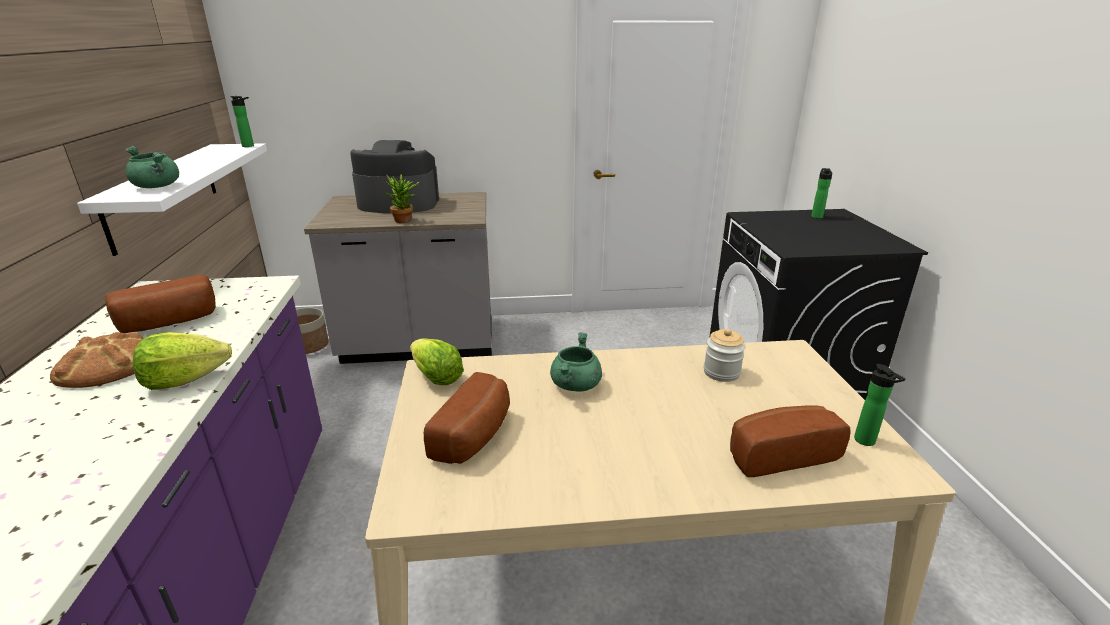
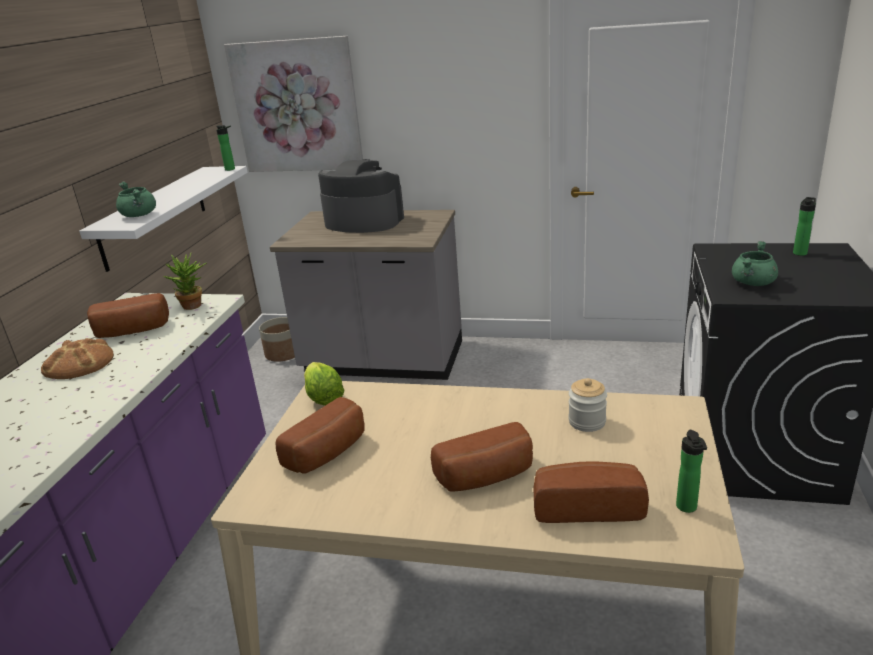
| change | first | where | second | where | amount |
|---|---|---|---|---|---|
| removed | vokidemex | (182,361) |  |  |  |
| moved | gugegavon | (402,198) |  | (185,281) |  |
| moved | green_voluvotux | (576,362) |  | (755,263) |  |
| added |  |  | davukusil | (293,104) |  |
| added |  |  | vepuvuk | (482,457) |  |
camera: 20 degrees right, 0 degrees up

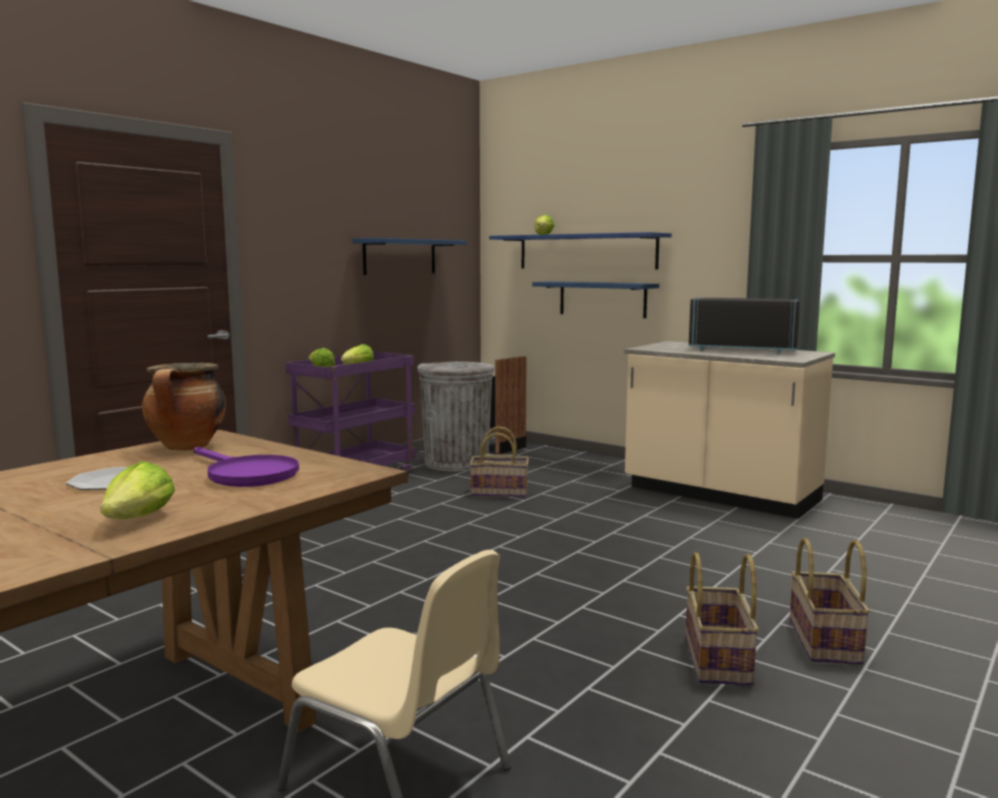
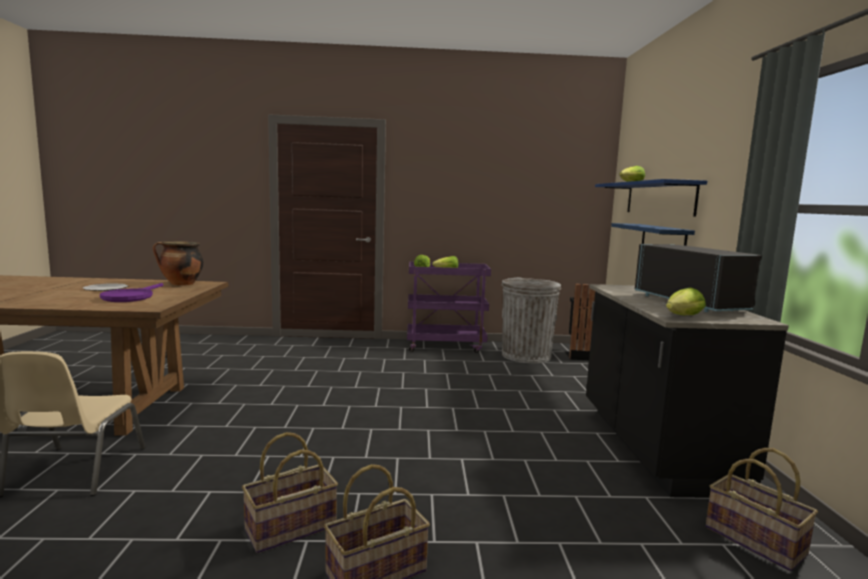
| change | first | where | second | where | amount |
|---|---|---|---|---|---|
| moved | vokidemex | (137,490) |  | (686,301) |  |
| removed | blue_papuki | (410,256) |  |  |  |
| moved | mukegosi | (499,461) |  | (762,509) |  |
| recoloured | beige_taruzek | (729,430) | black_taruzek | (687,391) |  |
camera: 50 degrees right, 0 degrees up

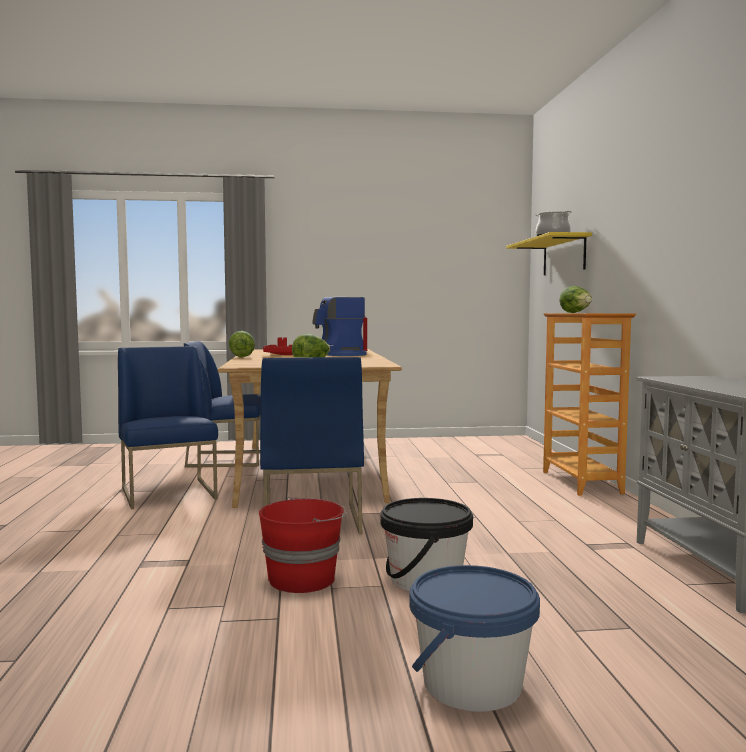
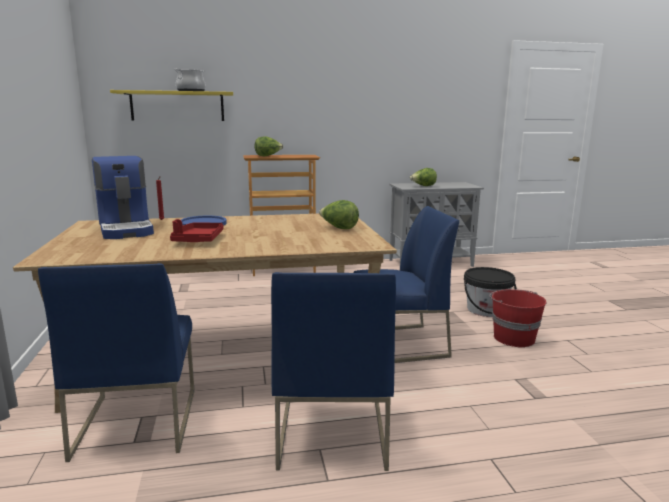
| change | first | where | second | where | amount |
|---|---|---|---|---|---|
| turned | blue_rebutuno | (168,428) |  | (333,371) | 60 degrees counterclockwise |
| moved | vokidemex | (242,344) |  | (423,177) |  |
| removed | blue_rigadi | (474,638) |  |  |  |
camera: 95 degrees left, 10 degrees up

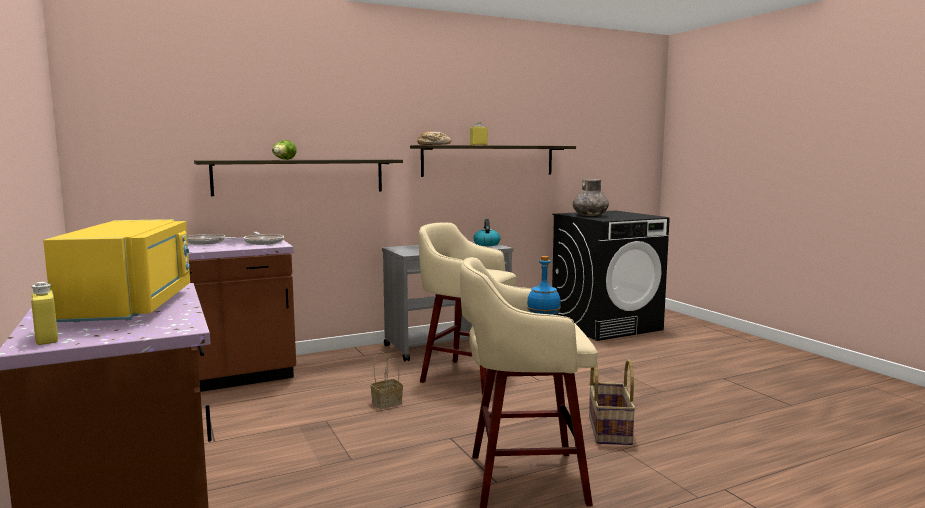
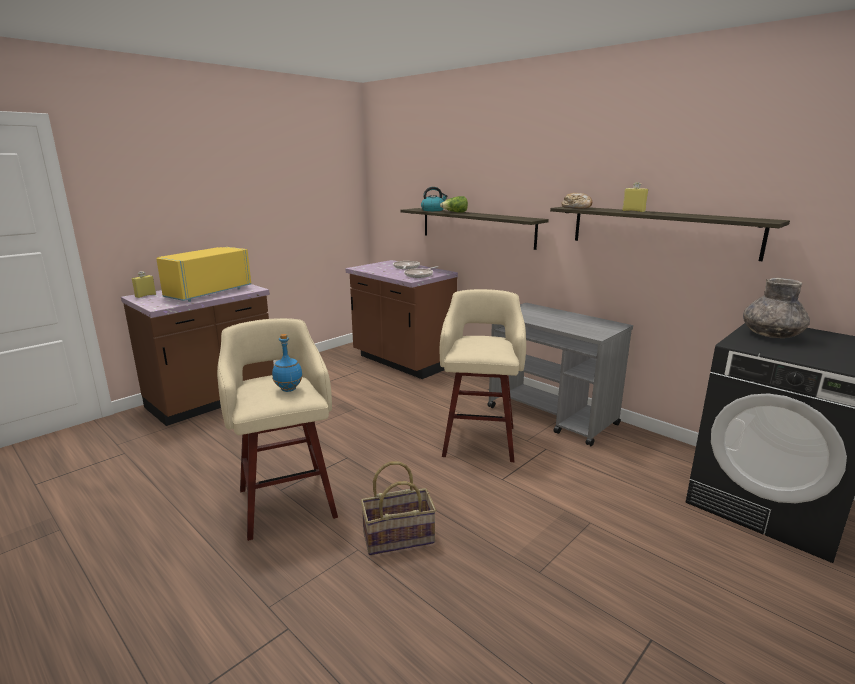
| change | first | where | second | where | amount |
|---|---|---|---|---|---|
| turned | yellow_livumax | (116,270) |  | (203,274) | 150 degrees clockwise |
| removed | mukegosi | (386,380) |  |  |  |
| moved | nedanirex | (486,232) |  | (434,199) |  |
camera: 70 degrees right, 10 degrees up

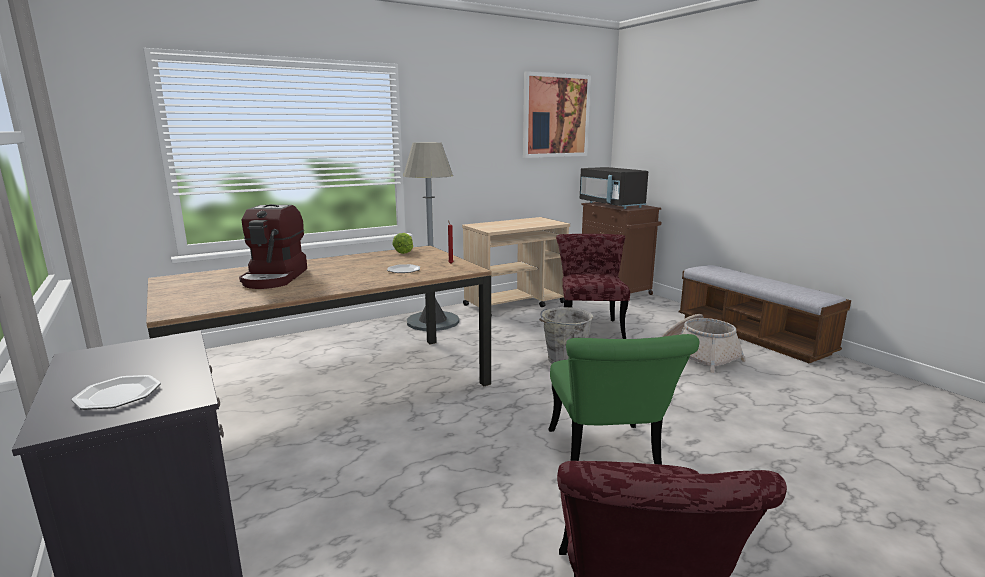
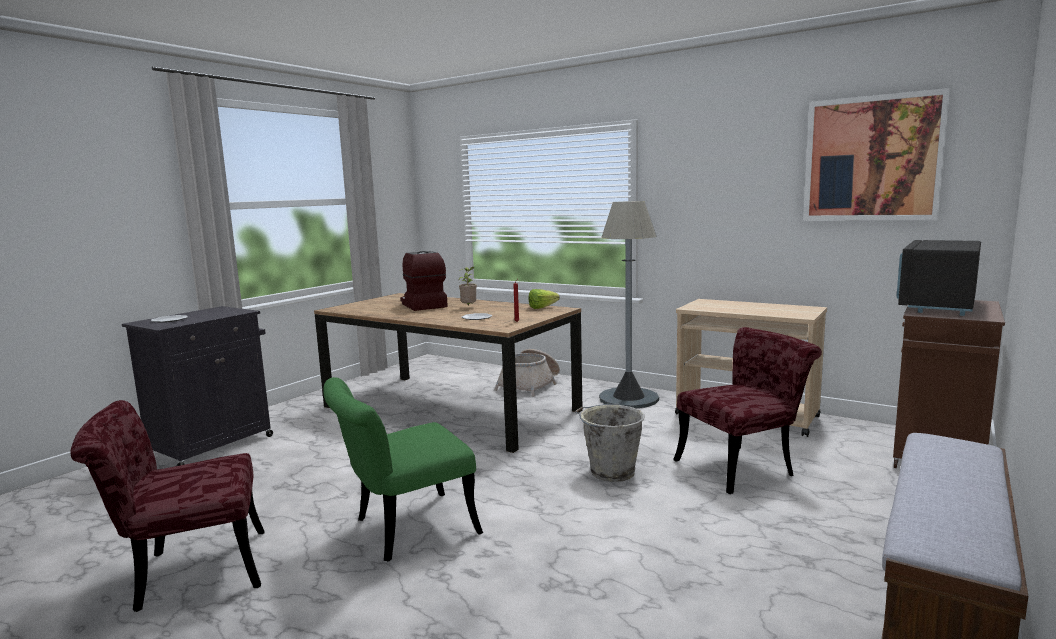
| change | first | where | second | where | amount |
|---|---|---|---|---|---|
| turned | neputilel | (273,246) |  | (424,281) | 90 degrees clockwise |
| moved | mukegosi | (704,343) |  | (527,373) |  |
| added |  |  | gugegavon | (467,286) |  |
camera: 65 degrees right, 5 degrees down

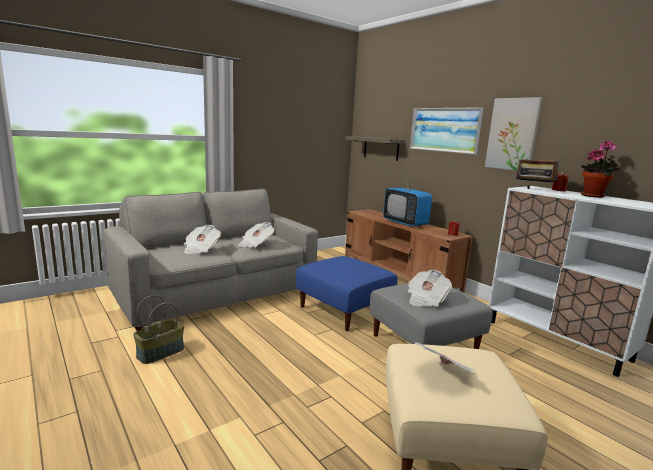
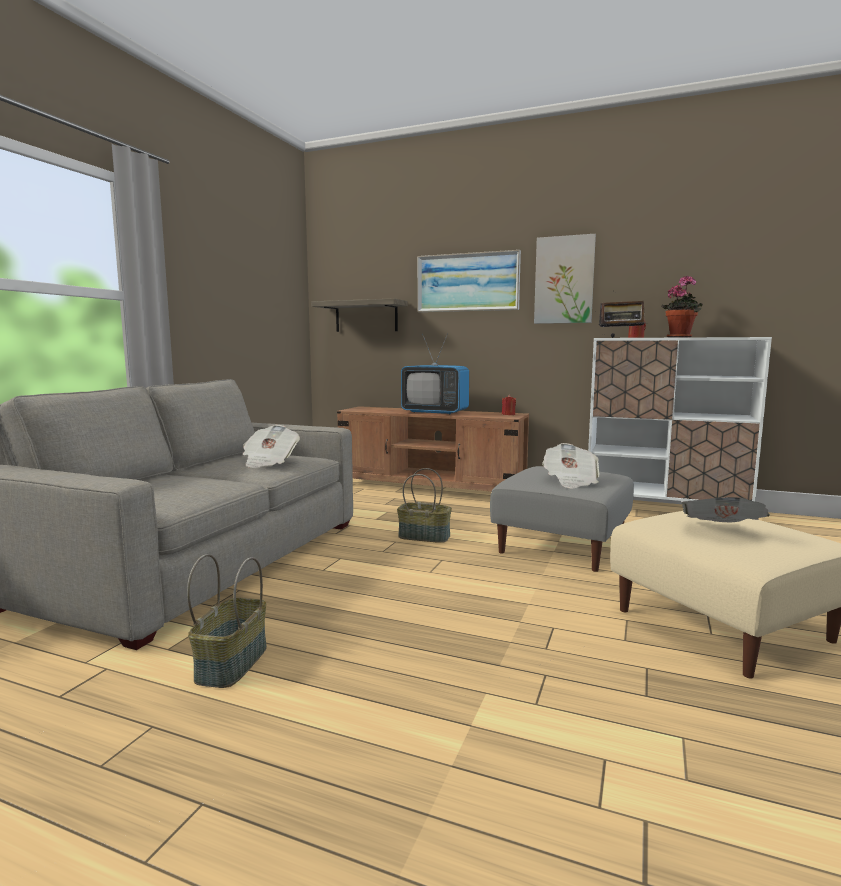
| change | first | where | second | where | amount |
|---|---|---|---|---|---|
| removed | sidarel | (202,239) |  |  |  |
| replaced | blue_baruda | (347,293) | mukegosi | (424,505) |  |
camera: 30 degrees left, 5 degrees down

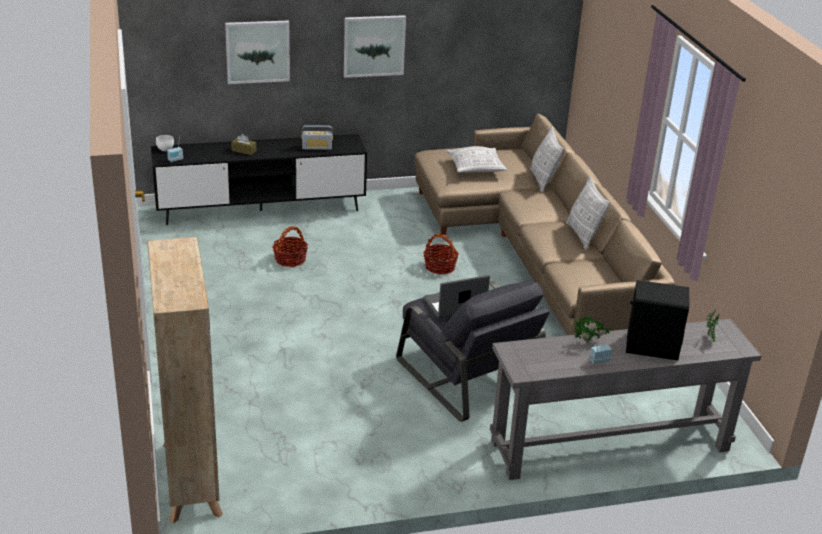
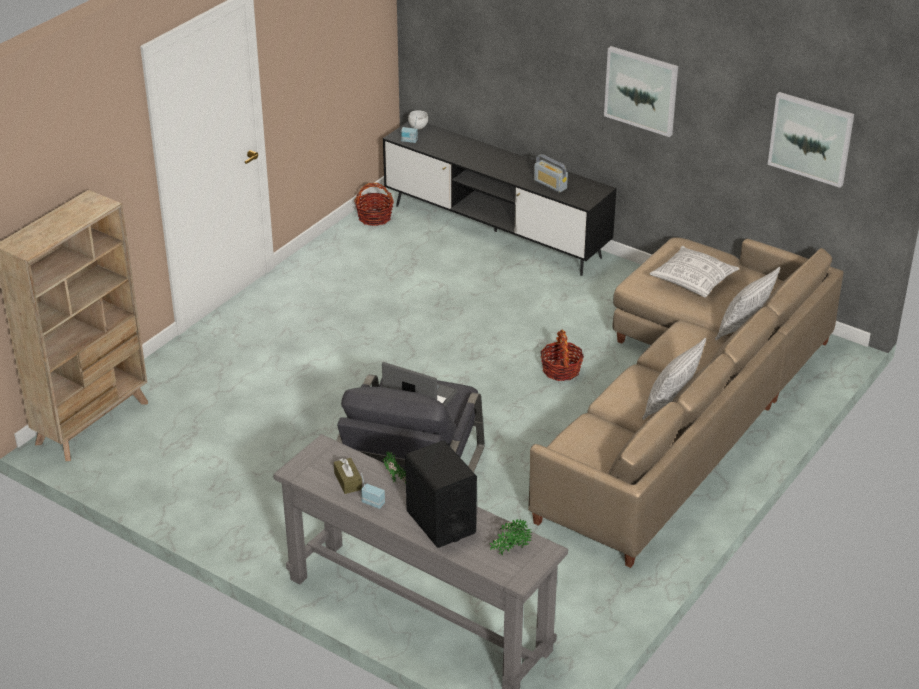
| change | first | where | second | where | amount |
|---|---|---|---|---|---|
| moved | davukusil | (257,52) |  | (811,140) |  |
| moved | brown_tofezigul | (243,144) |  | (348,476) |  |
| moved | mukegosi | (290,246) |  | (374,204) |  |
camera: 50 degrees right, 5 degrees up

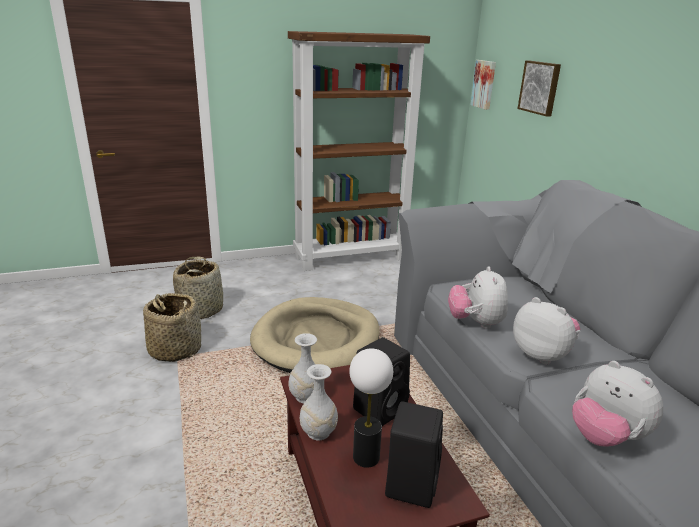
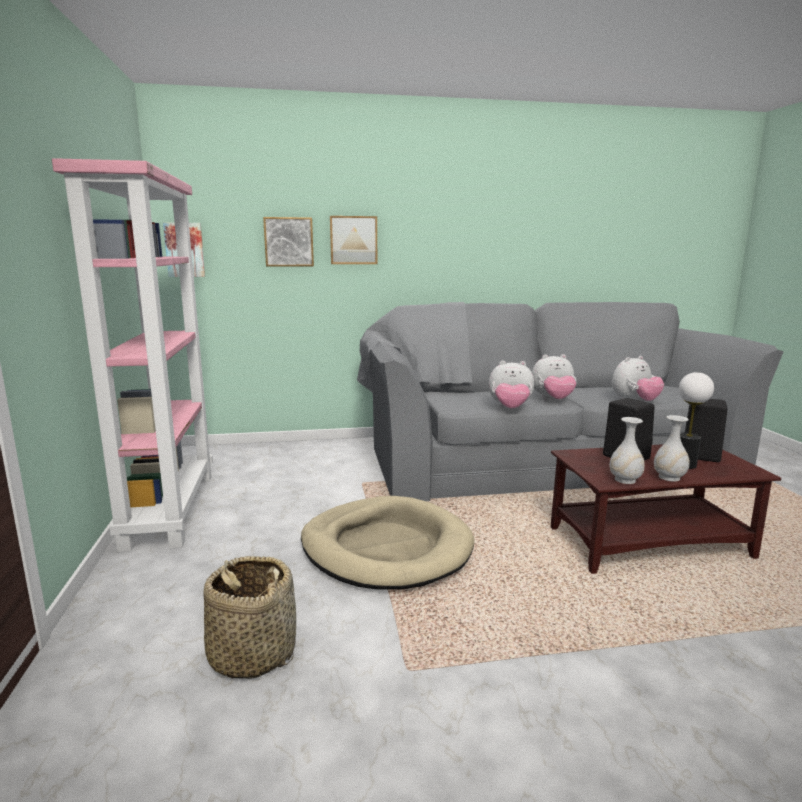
| change | first | where | second | where | amount |
|---|---|---|---|---|---|
| removed | mukegosi | (172,327) |  |  |  |
| recoloured | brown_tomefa | (359,151) | pink_tomefa | (132,355) |  |
| turned | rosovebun | (546,330) |  | (554,376) | 150 degrees counterclockwise |
| added |  |  | davukusil | (353,240) |  |
camera: 80 degrees left, 10 degrees down

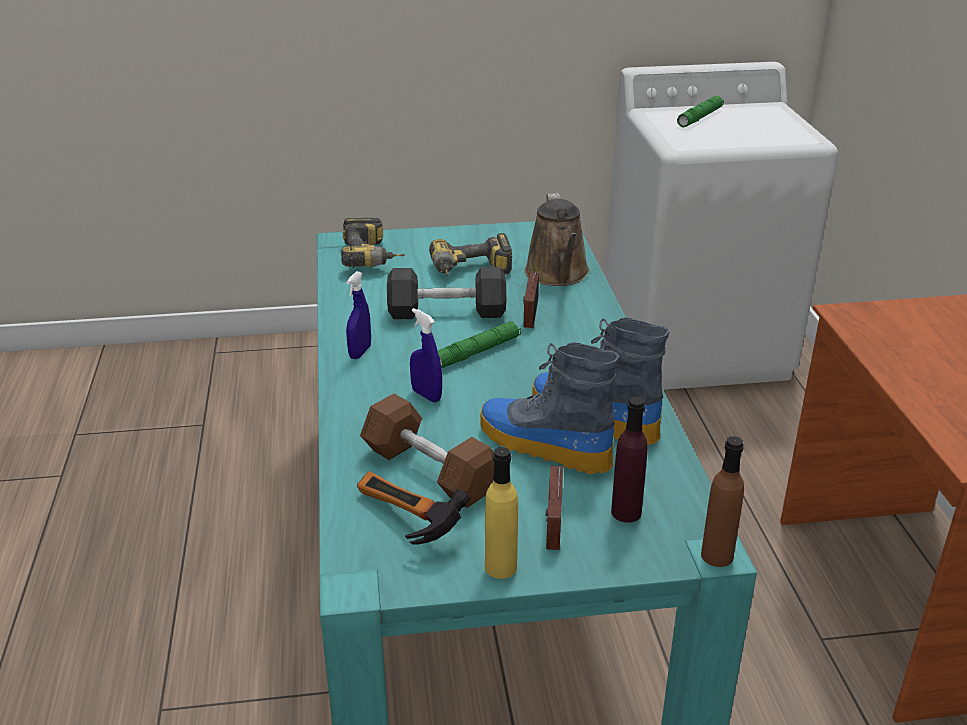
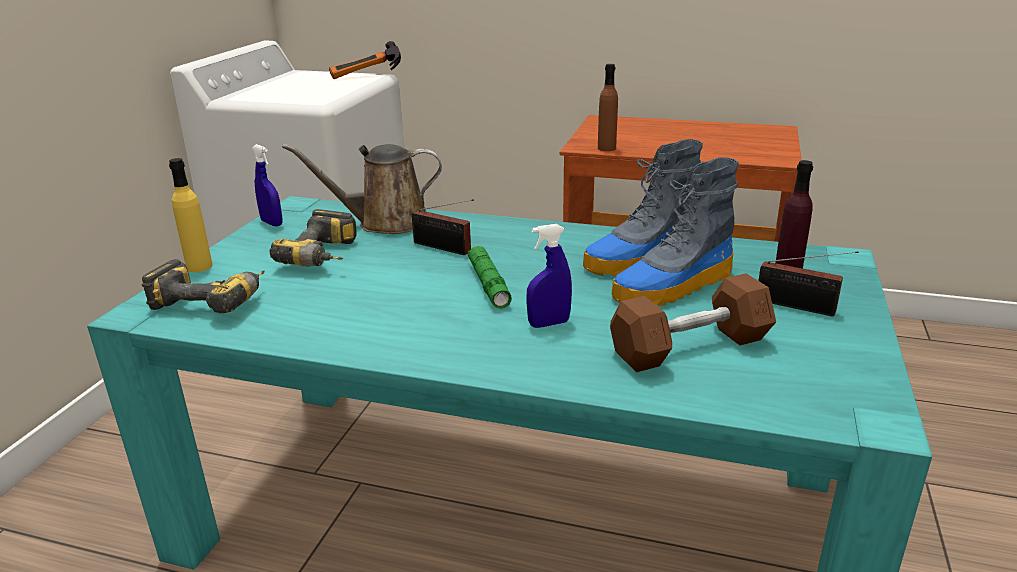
| change | first | where | second | where | amount |
|---|---|---|---|---|---|
| moved | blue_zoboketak | (358,315) |  | (267,185) |  |
| moved | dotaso | (414,508) |  | (365,60) |  |
| removed | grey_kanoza | (446,293) |  |  |  |
| moved | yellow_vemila | (501,513) |  | (191,215) |  |
| turned | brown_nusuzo | (557,239) |  | (362,189) | 150 degrees clockwise |
| removed | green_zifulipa | (700,111) |  |  |  |
| moved | brown_vemila | (722,501) |  | (608,107) |  |
camera: 65 degrees left, 5 degrees down

